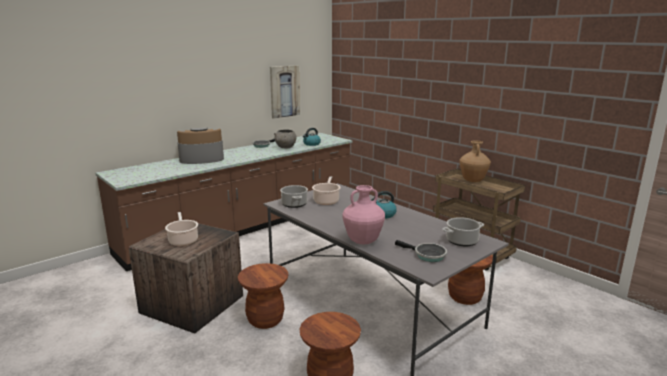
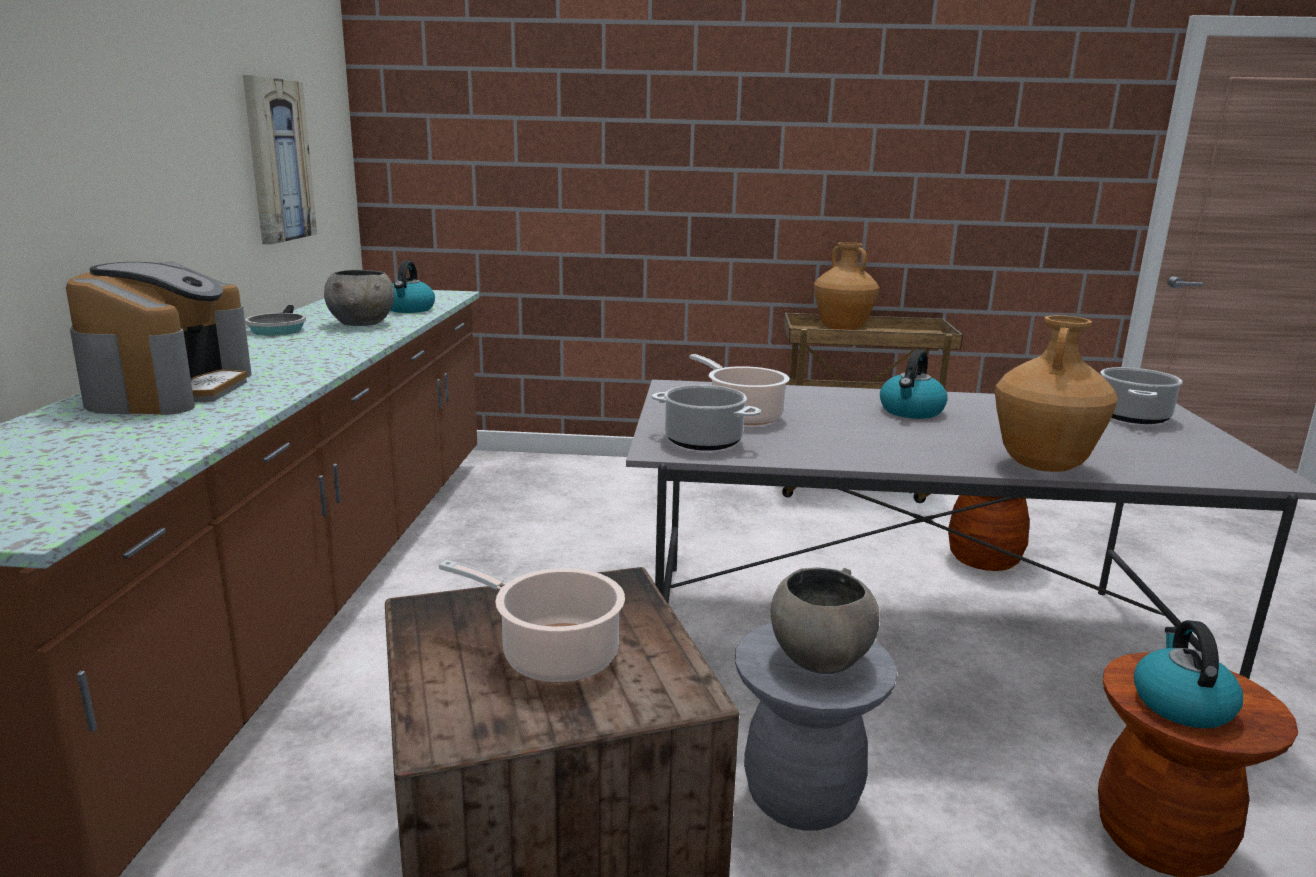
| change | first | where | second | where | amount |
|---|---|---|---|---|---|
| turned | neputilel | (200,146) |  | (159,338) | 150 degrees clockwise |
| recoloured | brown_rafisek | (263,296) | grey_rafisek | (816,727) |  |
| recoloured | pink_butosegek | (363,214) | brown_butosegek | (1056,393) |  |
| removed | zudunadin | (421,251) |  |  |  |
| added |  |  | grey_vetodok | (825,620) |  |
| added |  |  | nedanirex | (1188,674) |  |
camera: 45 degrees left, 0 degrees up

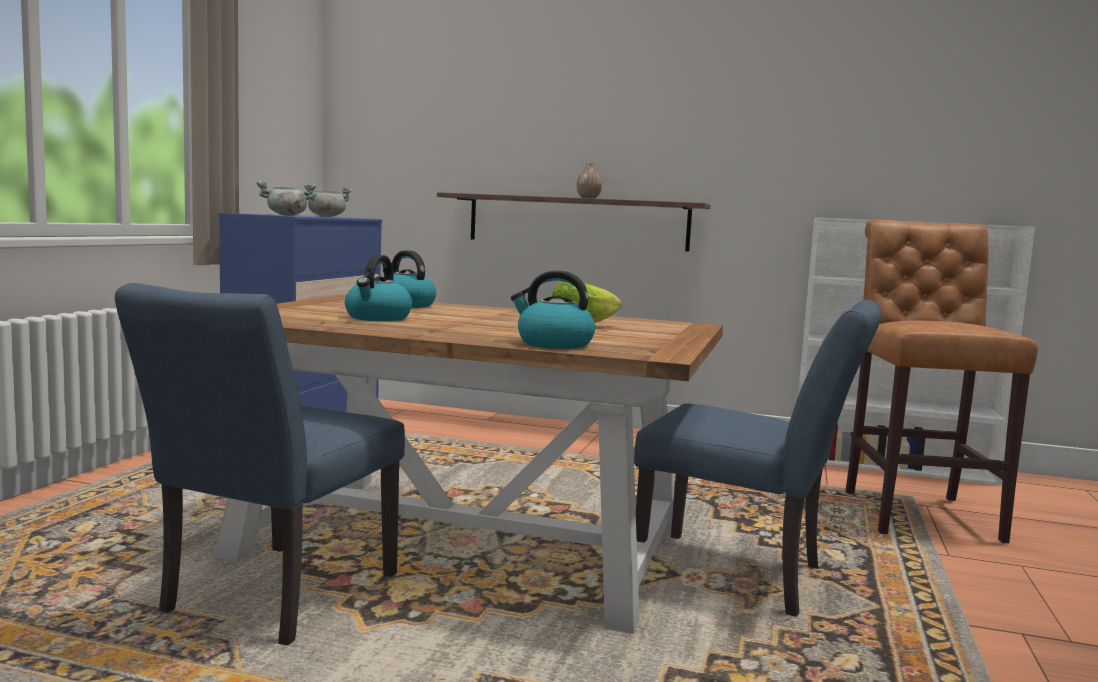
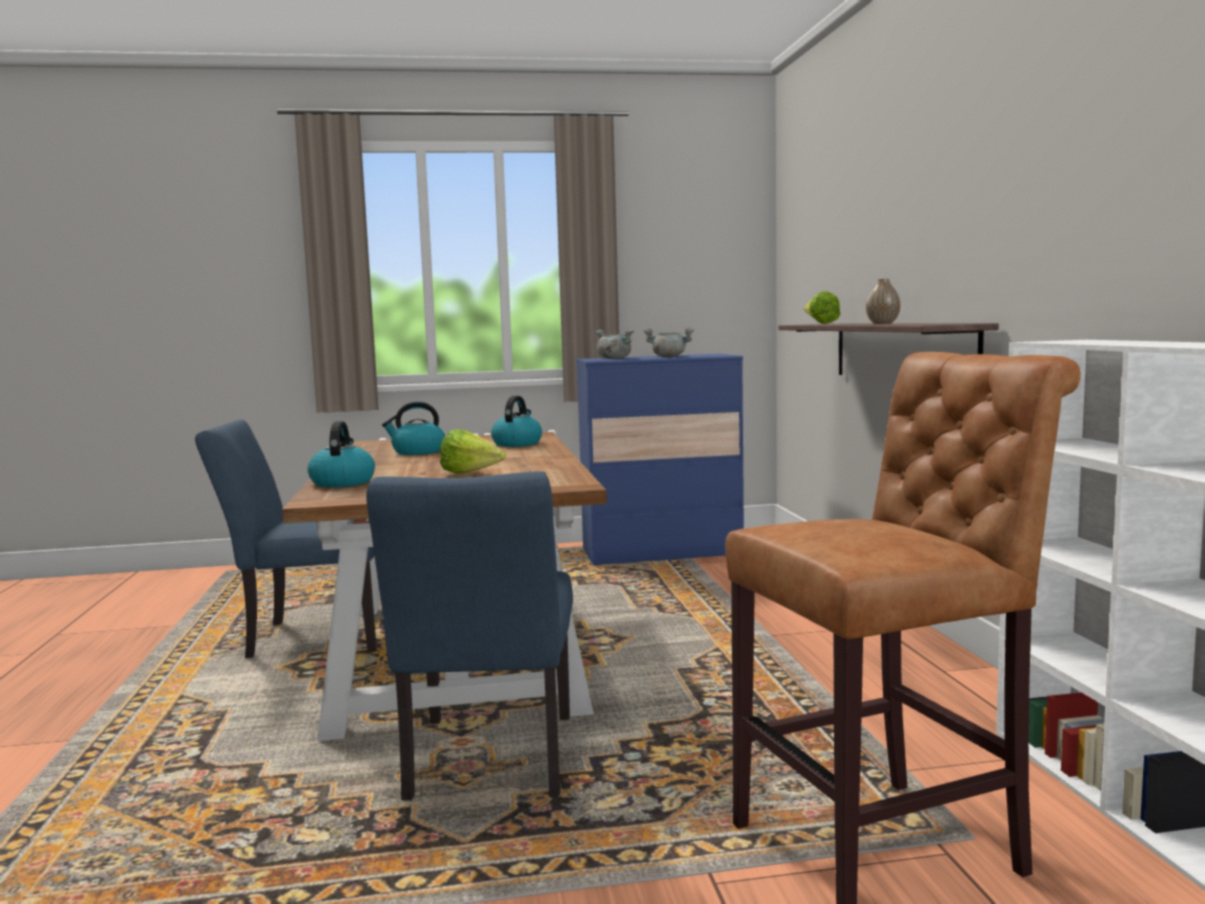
| change | first | where | second | where | amount |
|---|---|---|---|---|---|
| added |  |  | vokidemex | (822,307) |  |
camera: 65 degrees right, 0 degrees up

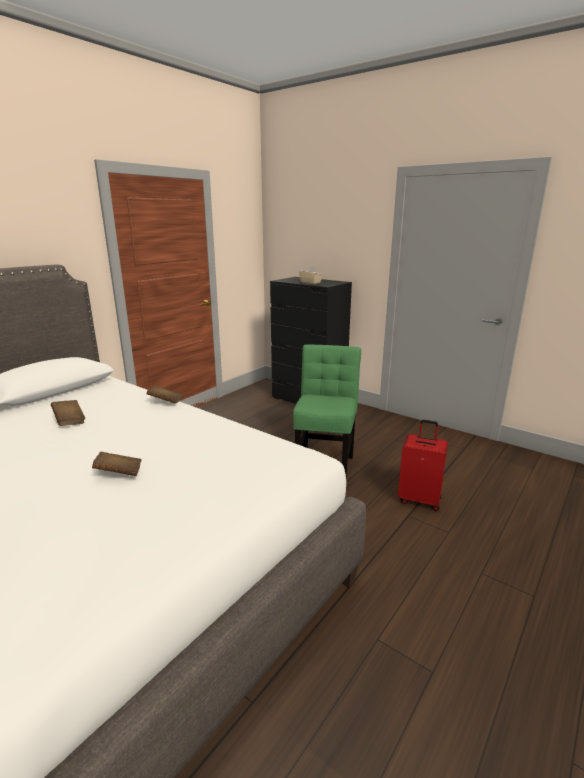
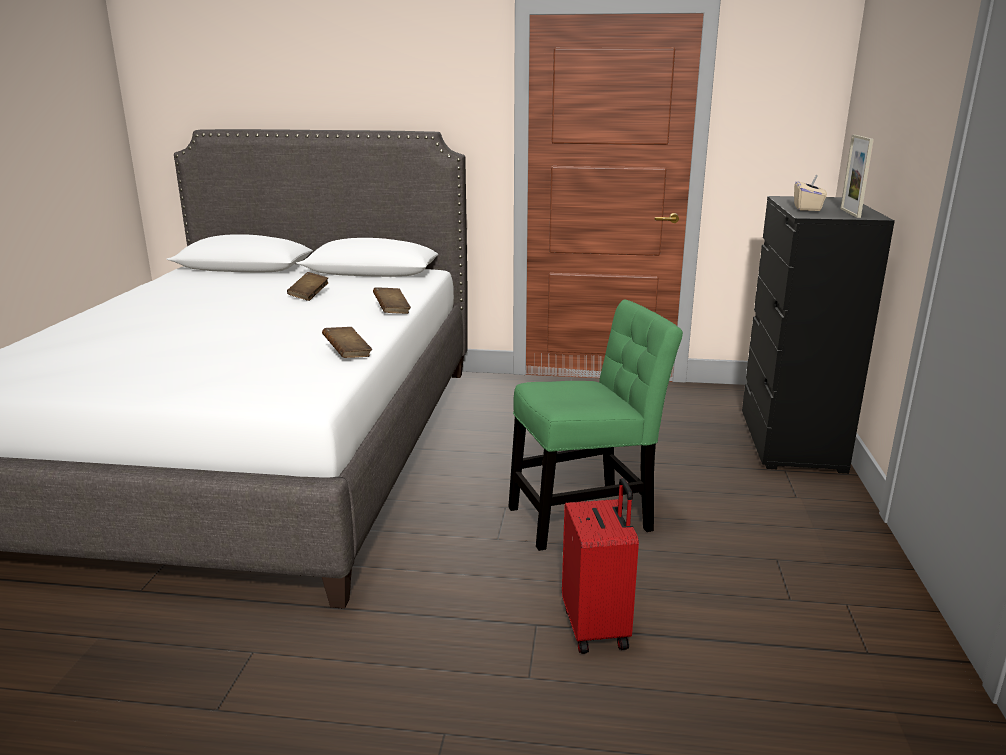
| change | first | where | second | where | amount |
|---|---|---|---|---|---|
| moved | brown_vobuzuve | (117,464) |  | (347,342) |  |
| added |  |  | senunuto | (857,176) |  |
camera: 60 degrees right, 0 degrees up

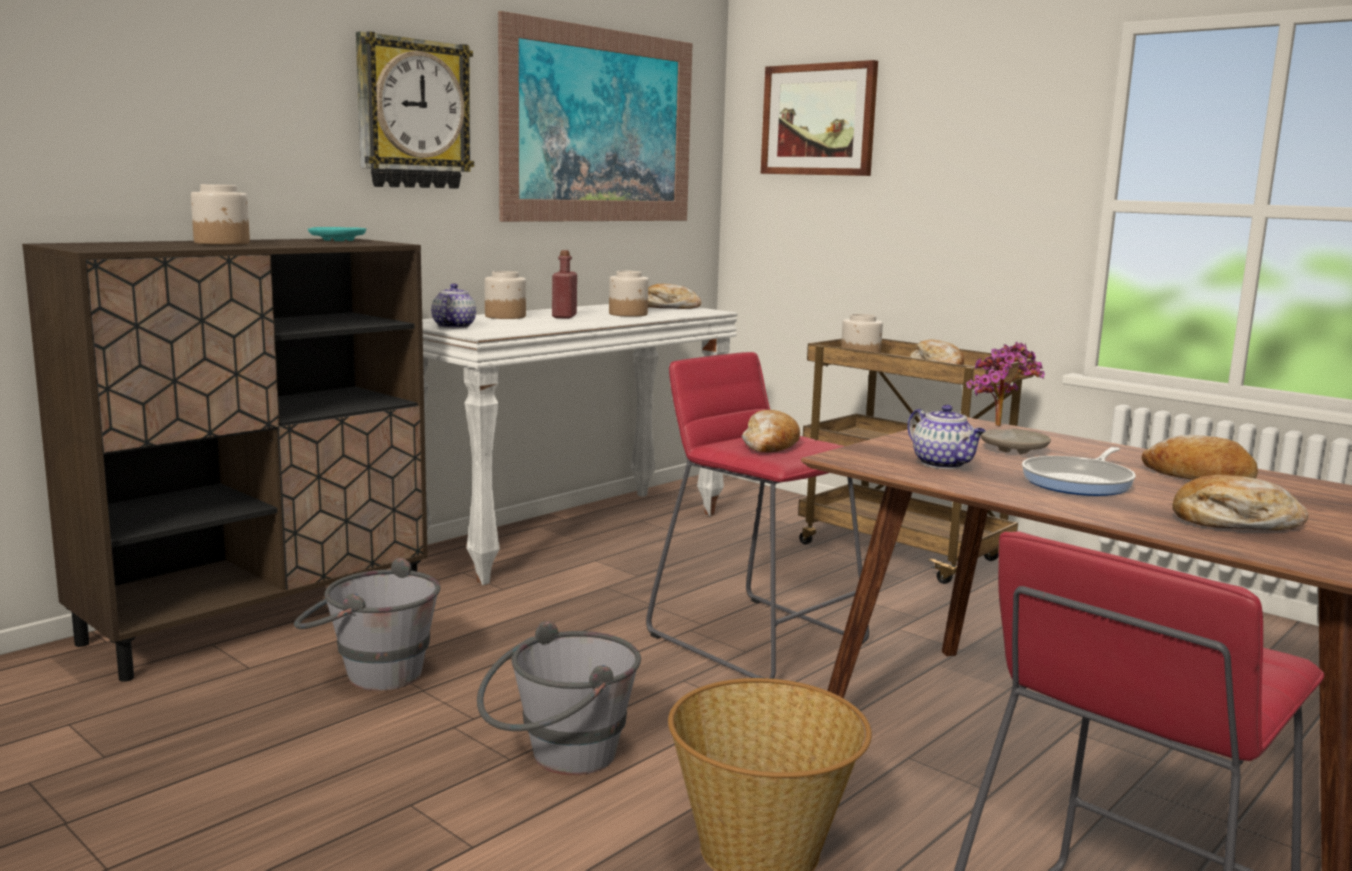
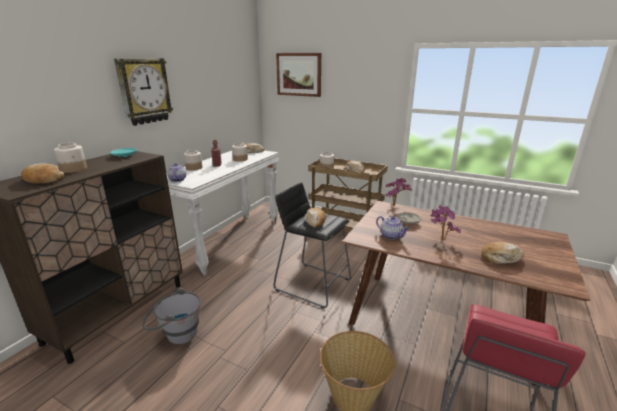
| change | first | where | second | where | amount |
|---|---|---|---|---|---|
| removed | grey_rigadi | (559,698) |  |  |  |
| removed | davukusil | (595,116) |  |  |  |
| recoloured | red_rafisek | (757,515) | black_rafisek | (312,245) |  |
| replaced | zudunadin | (1079,471) | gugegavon | (445,223) |  |
| moved | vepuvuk | (1200,457) |  | (43,173) |  |
camera: 15 degrees left, 10 degrees up

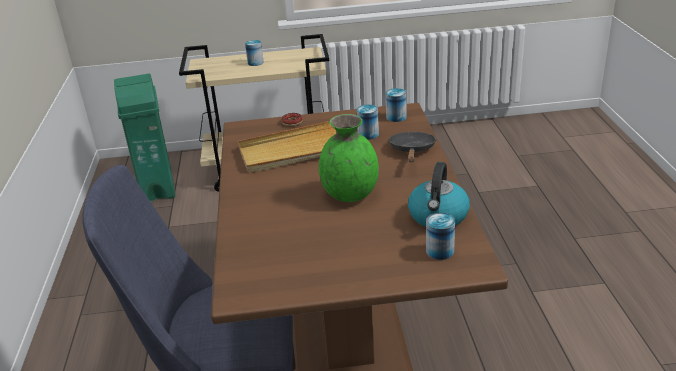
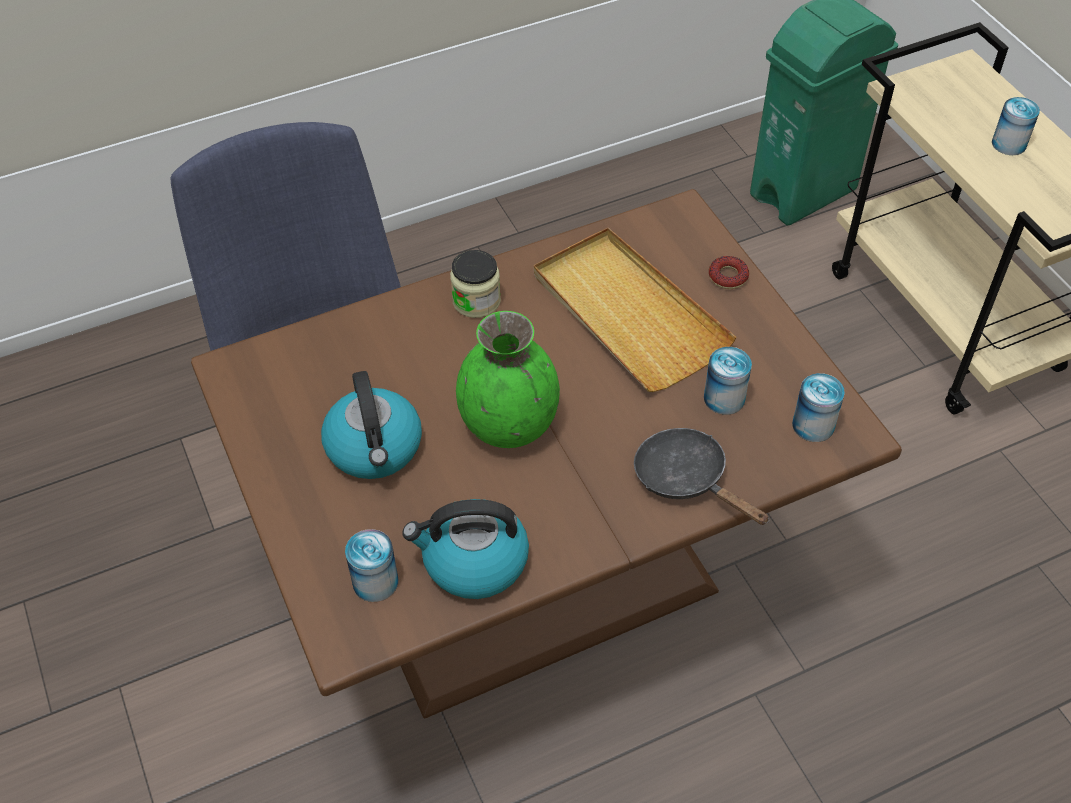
| change | first | where | second | where | amount |
|---|---|---|---|---|---|
| turned | black_zudunadin | (412,147) |  | (701,476) | 120 degrees counterclockwise |
| added |  |  | nedanirex | (371,425) |  |
| added |  |  | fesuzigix | (475,284) |  |
camera: 70 degrees right, 20 degrees up

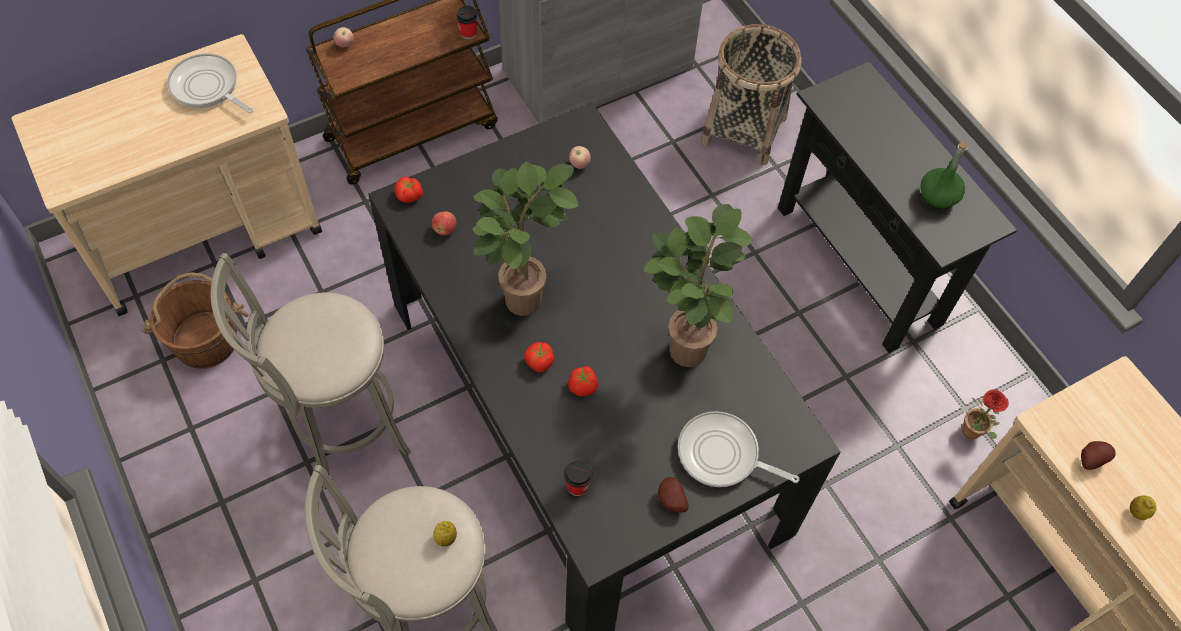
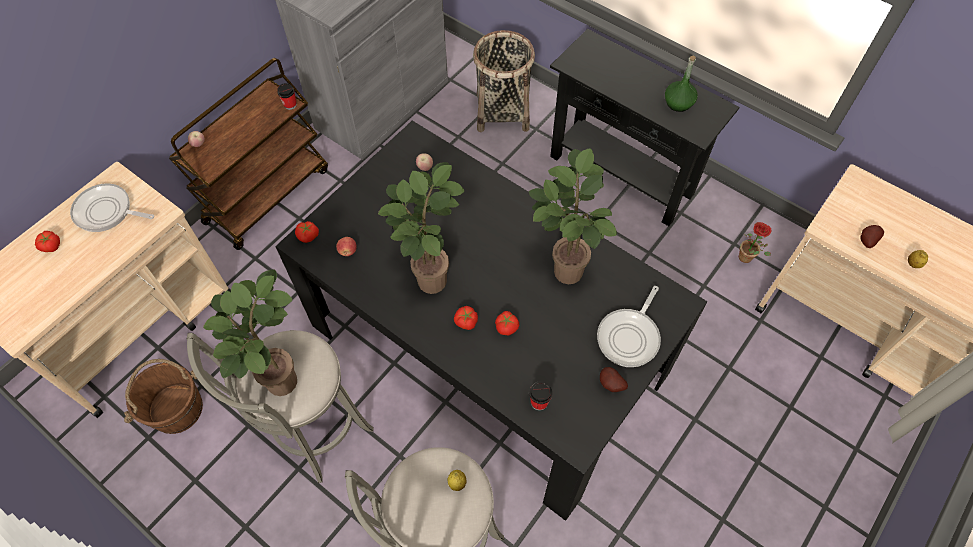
| change | first | where | second | where | amount |
|---|---|---|---|---|---|
| turned | zudunadin | (739,449) |  | (629,326) | 60 degrees counterclockwise |
| added |  |  | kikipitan | (47,241) |  |
| added |  |  | gugegavon | (250,333) |  |
camera: 20 degrees left, 0 degrees up

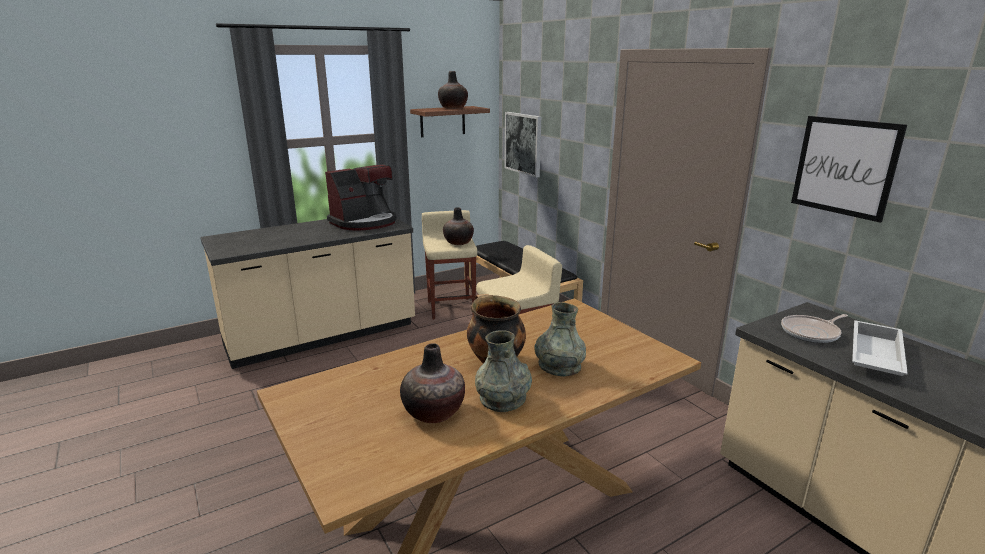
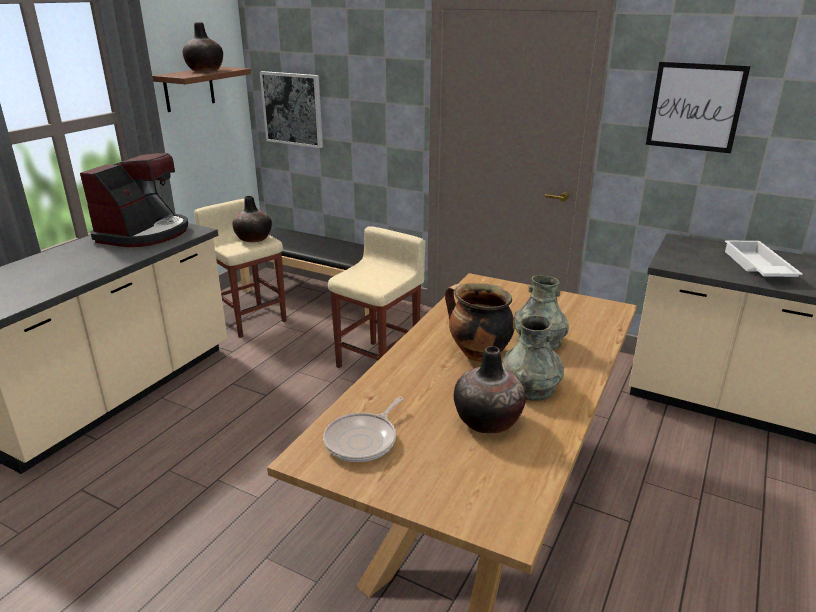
| change | first | where | second | where | amount |
|---|---|---|---|---|---|
| moved | zudunadin | (814,328) |  | (363,429) |  |
camera: 30 degrees left, 5 degrees up

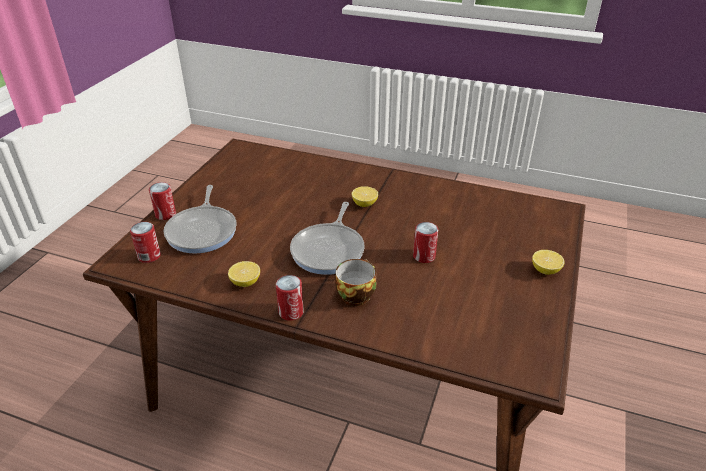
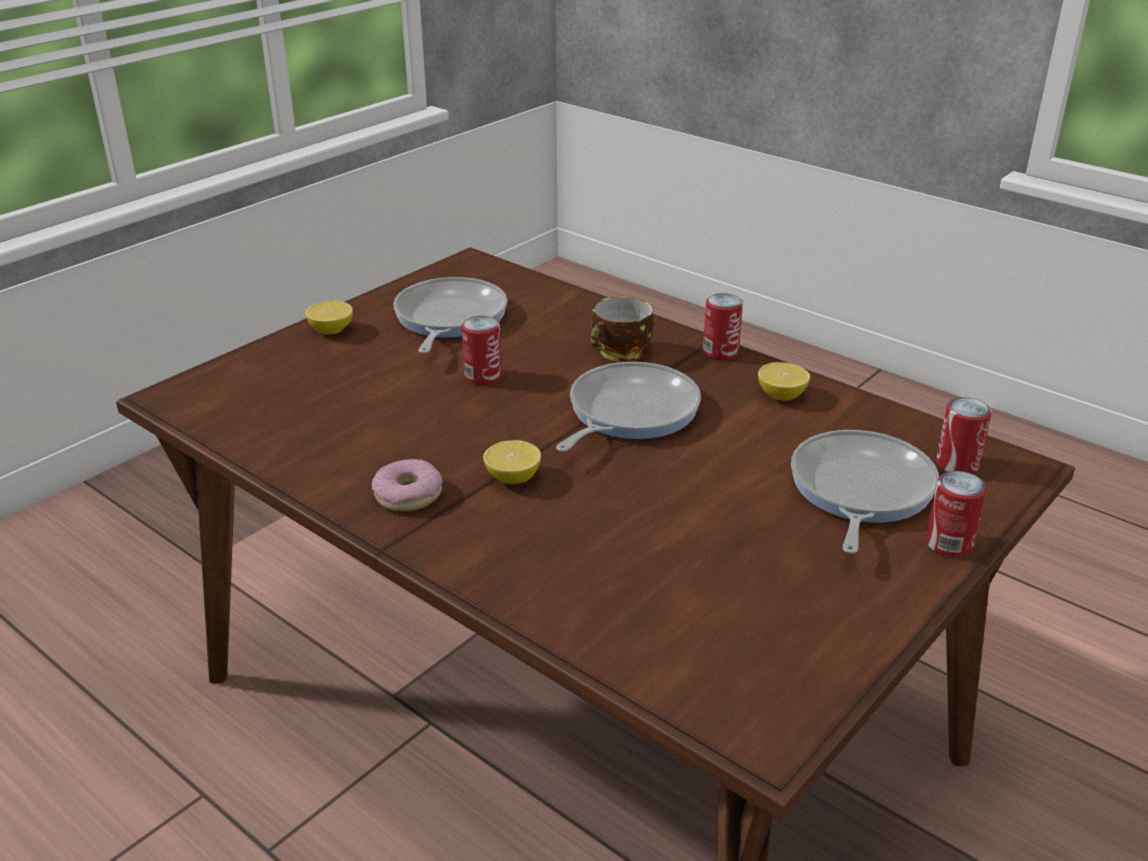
| change | first | where | second | where | amount |
|---|---|---|---|---|---|
| added |  |  | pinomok | (407,485) |  |
| added |  |  | zudunadin | (450,315) |  |
camera: 160 degrees left, 5 degrees down

